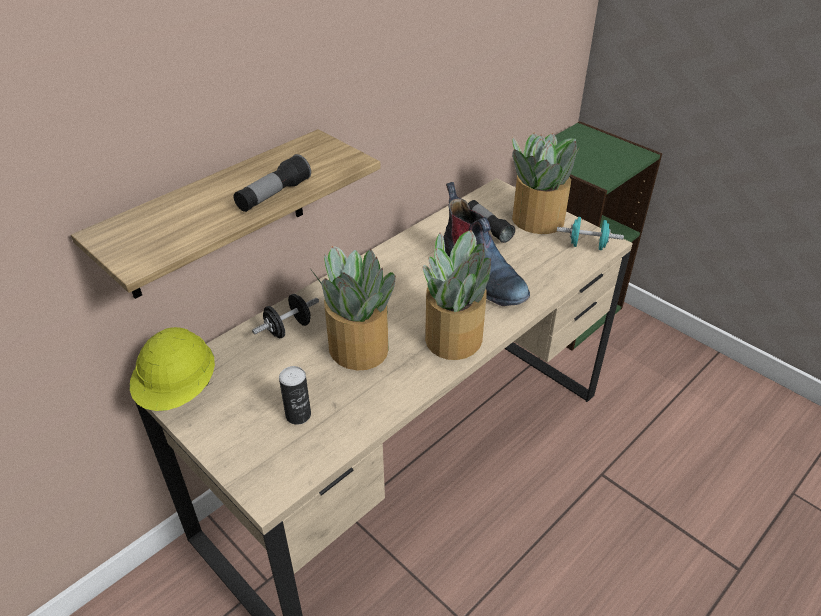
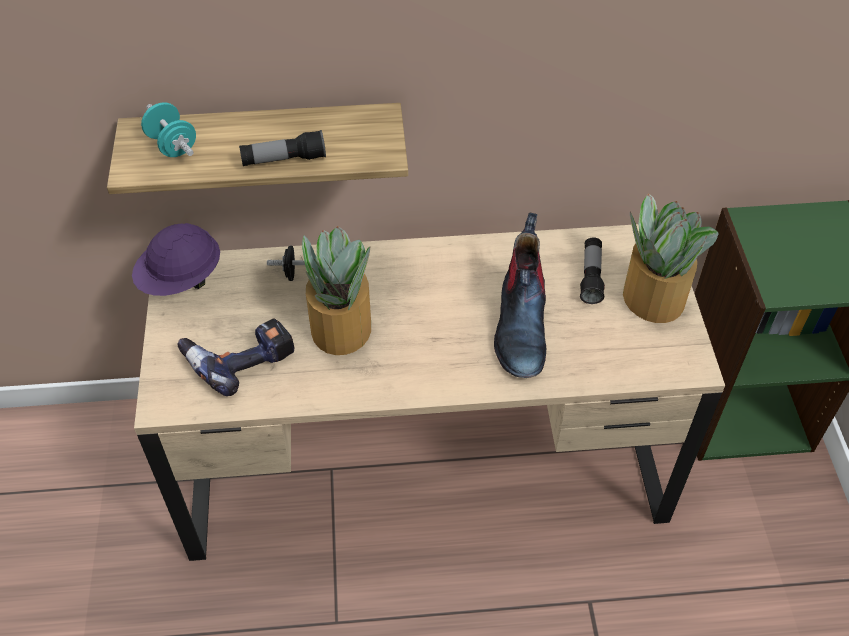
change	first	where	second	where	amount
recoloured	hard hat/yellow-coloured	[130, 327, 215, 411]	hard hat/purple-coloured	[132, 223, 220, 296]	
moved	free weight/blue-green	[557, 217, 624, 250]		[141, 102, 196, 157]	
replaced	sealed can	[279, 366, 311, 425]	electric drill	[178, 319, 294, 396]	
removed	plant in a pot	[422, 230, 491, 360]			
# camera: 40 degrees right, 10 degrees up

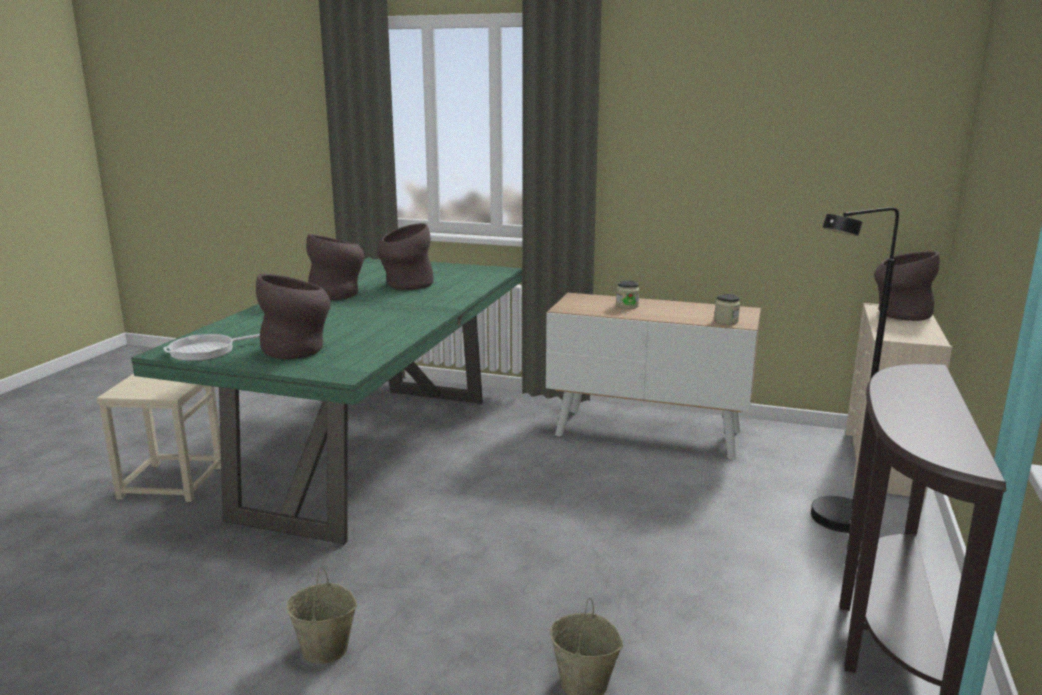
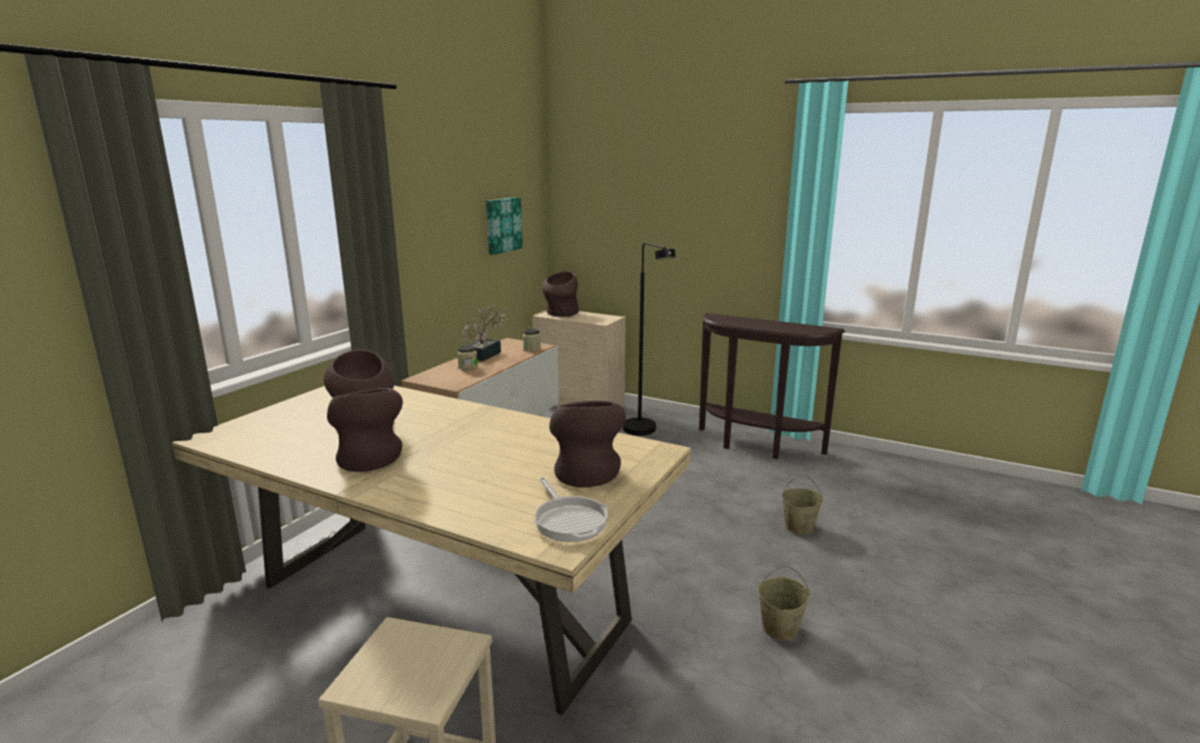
change	first	where	second	where	amount
recoloured	dinner table/green-coloured	[131, 257, 522, 545]	dinner table/beige	[172, 386, 691, 715]	
added			plant in a pot	[462, 305, 508, 361]	
added			wall picture	[486, 197, 523, 255]	
# camera: 80 degrees left, 0 degrees up

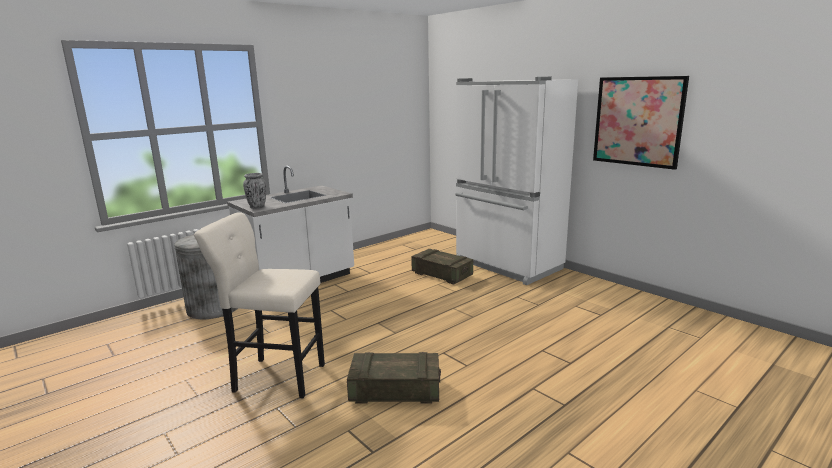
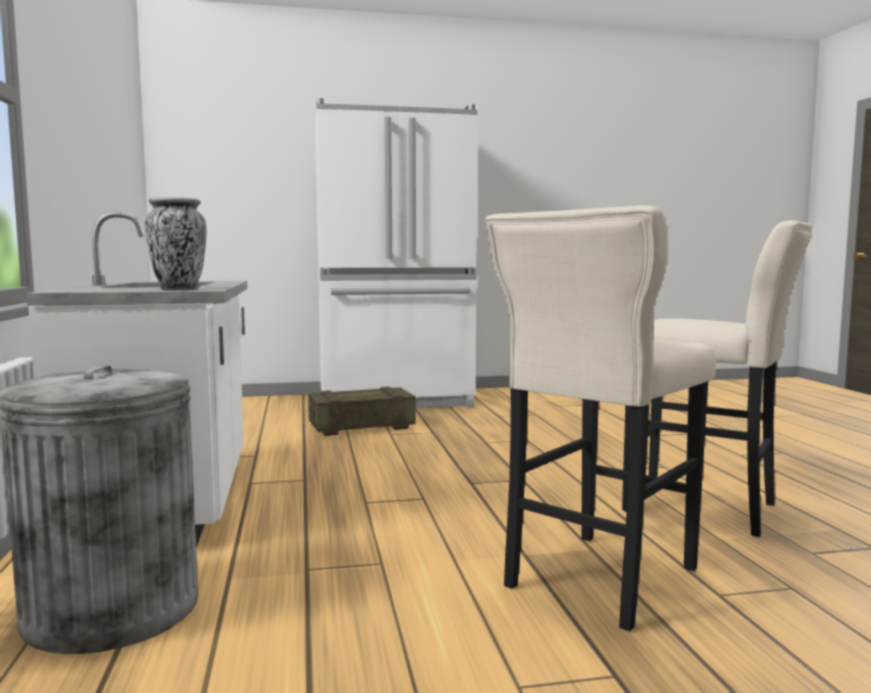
change	first	where	second	where	amount
replaced	packing crate	[347, 352, 441, 404]	sitting stool/beige	[622, 220, 813, 537]	
removed	wall picture	[593, 76, 689, 170]			
# camera: 60 degrees left, 10 degrees down

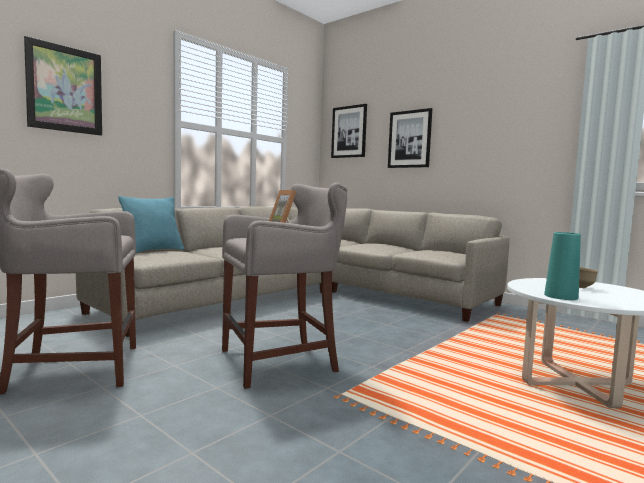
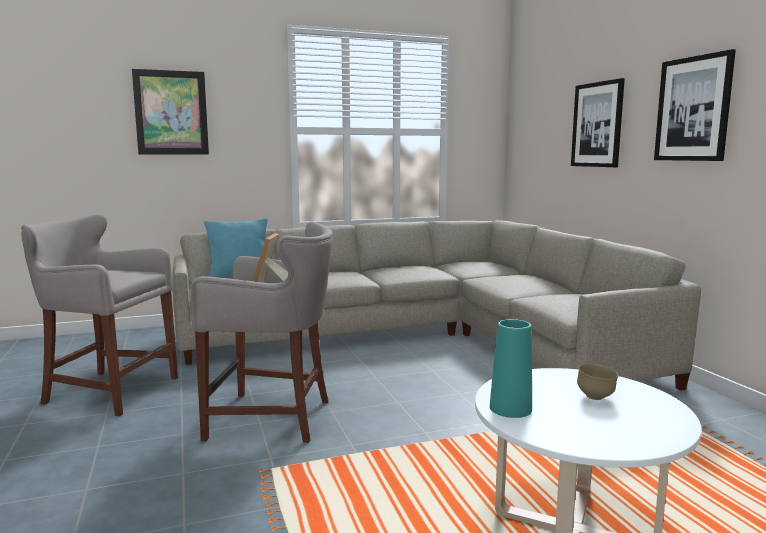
change	first	where	second	where	amount
moved	wall picture	[331, 104, 367, 158]		[654, 49, 736, 161]	
# camera: 30 degrees right, 5 degrees up

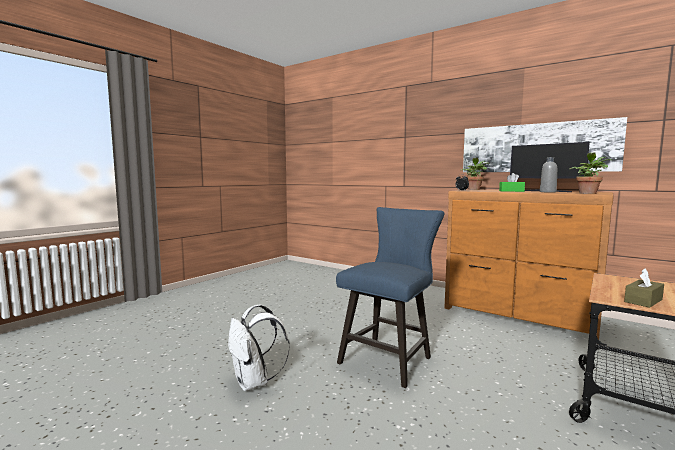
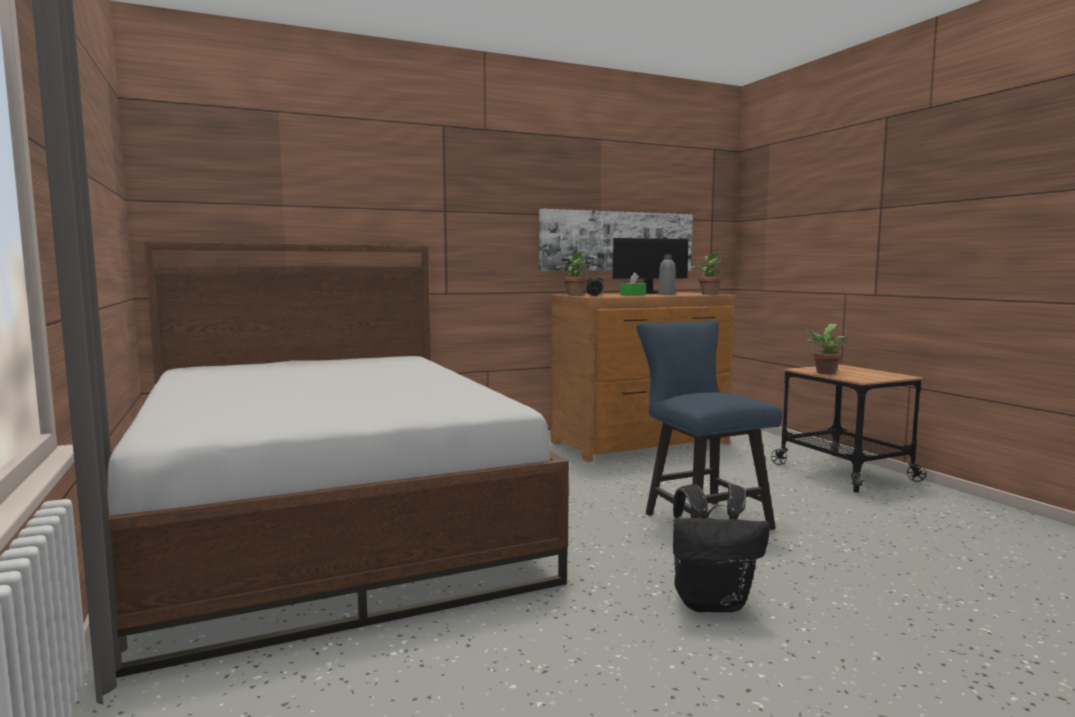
change	first	where	second	where	amount
added			bed	[107, 242, 569, 678]	
recoloured	rucksack/white-coloured	[228, 304, 290, 391]	rucksack/blackish	[673, 484, 770, 612]	
added			plant in a pot	[802, 324, 846, 374]	
removed	tissue box/brownish	[624, 269, 664, 308]			
# camera: 60 degrees left, 0 degrees up

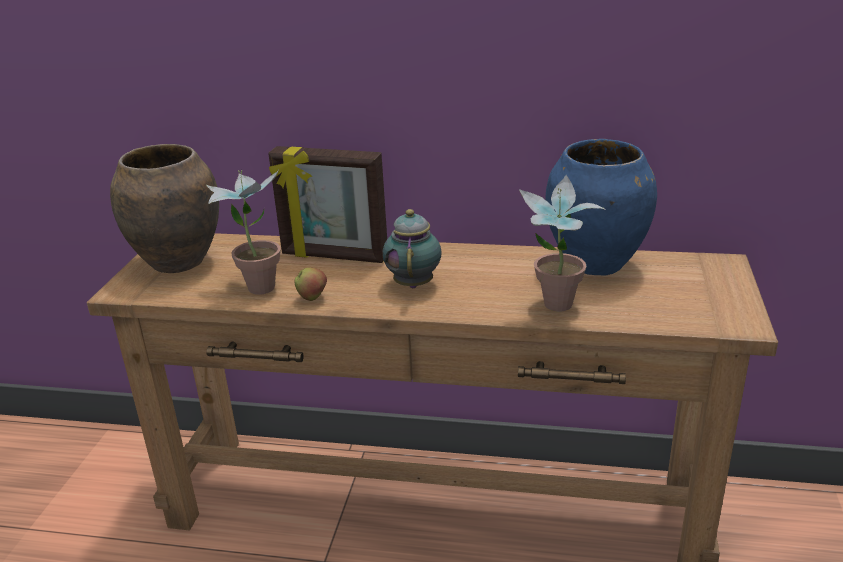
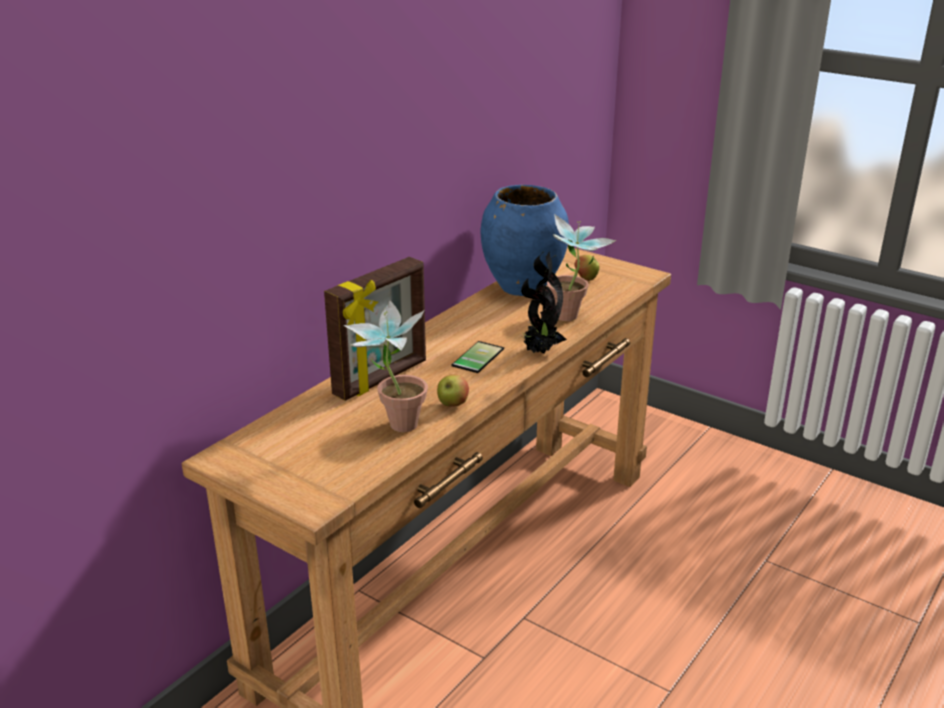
change	first	where	second	where	amount
replaced	teapot	[382, 209, 442, 288]	phone	[452, 341, 504, 373]	
added			plant in a pot	[521, 251, 567, 354]	
added			apple fruit	[574, 255, 600, 281]	
removed	decorative vase/brownish	[110, 144, 219, 273]			
# camera: 65 degrees left, 0 degrees up

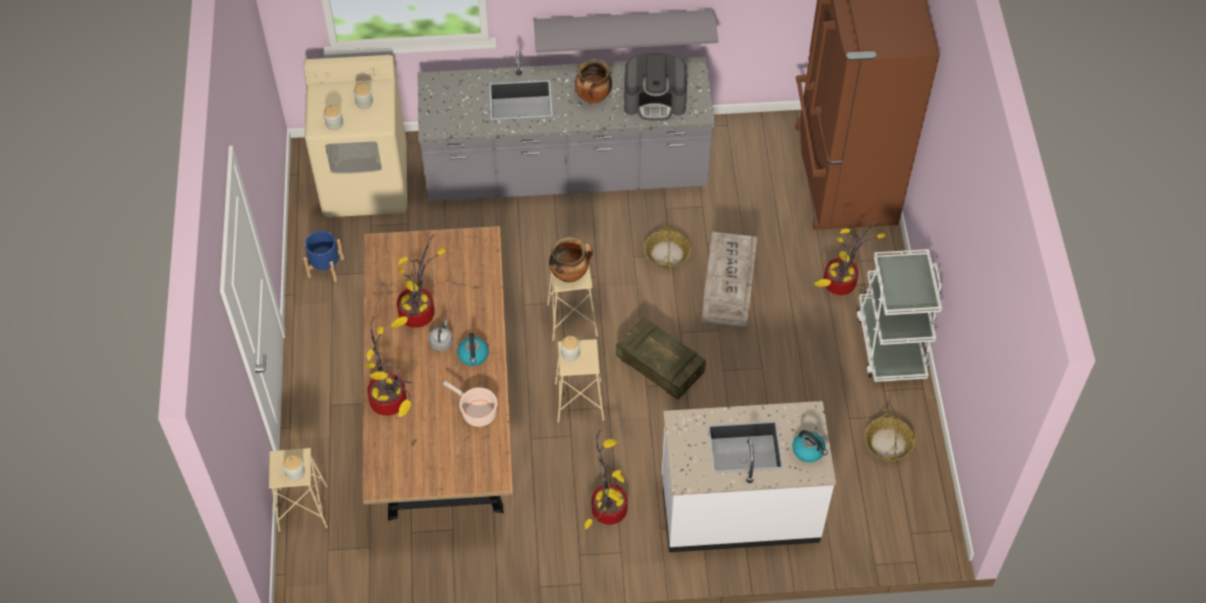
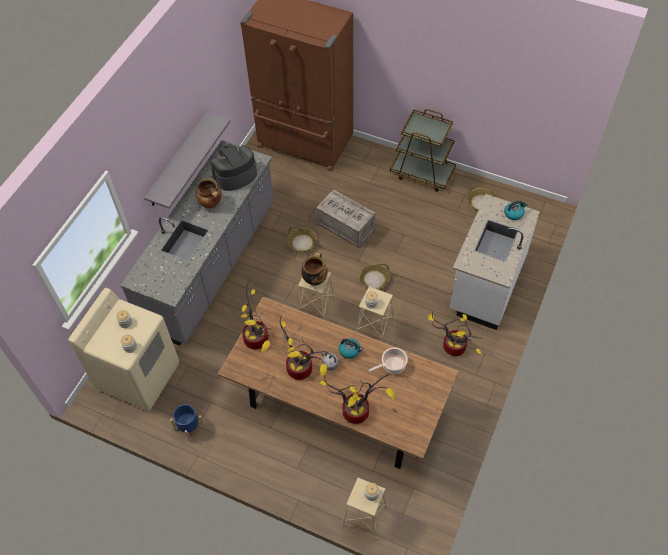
change	first	where	second	where	amount
turned	coffee machine	[624, 53, 687, 121]		[211, 144, 257, 191]	150 degrees counterclockwise
moved	plant in a pot	[814, 218, 886, 295]		[241, 282, 271, 352]	
replaced	packing crate	[616, 317, 706, 400]	storage basket	[359, 264, 390, 289]	
recoloured	cart/white-coloured	[857, 249, 942, 382]	cart/brownish	[390, 109, 456, 192]	
# camera: 60 degrees left, 0 degrees up

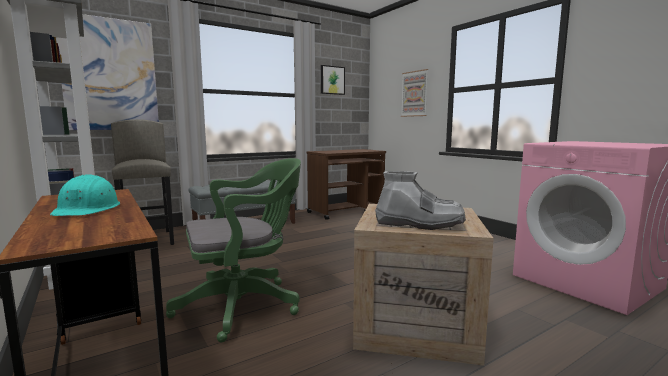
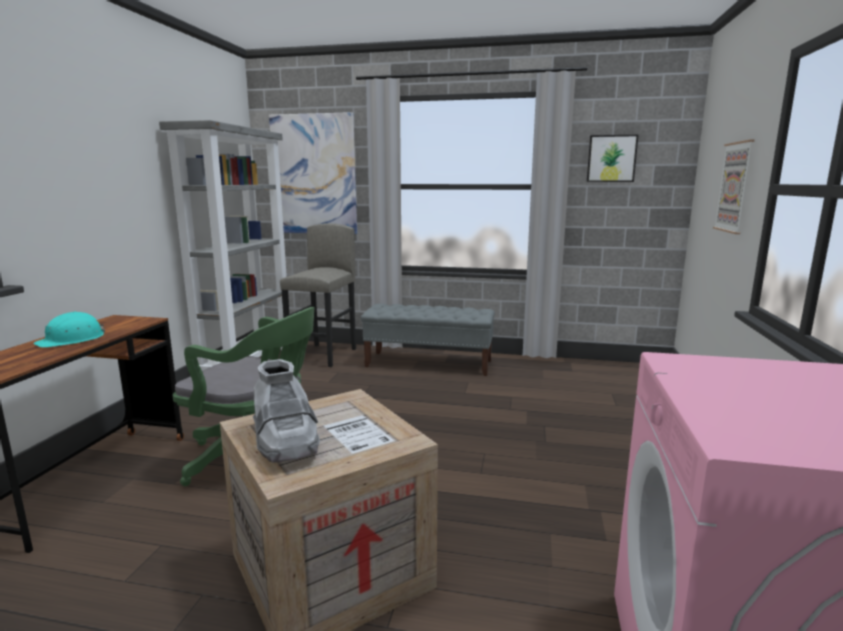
change	first	where	second	where	amount
removed	cart/brownish	[307, 149, 386, 220]			
# camera: 45 degrees right, 5 degrees up

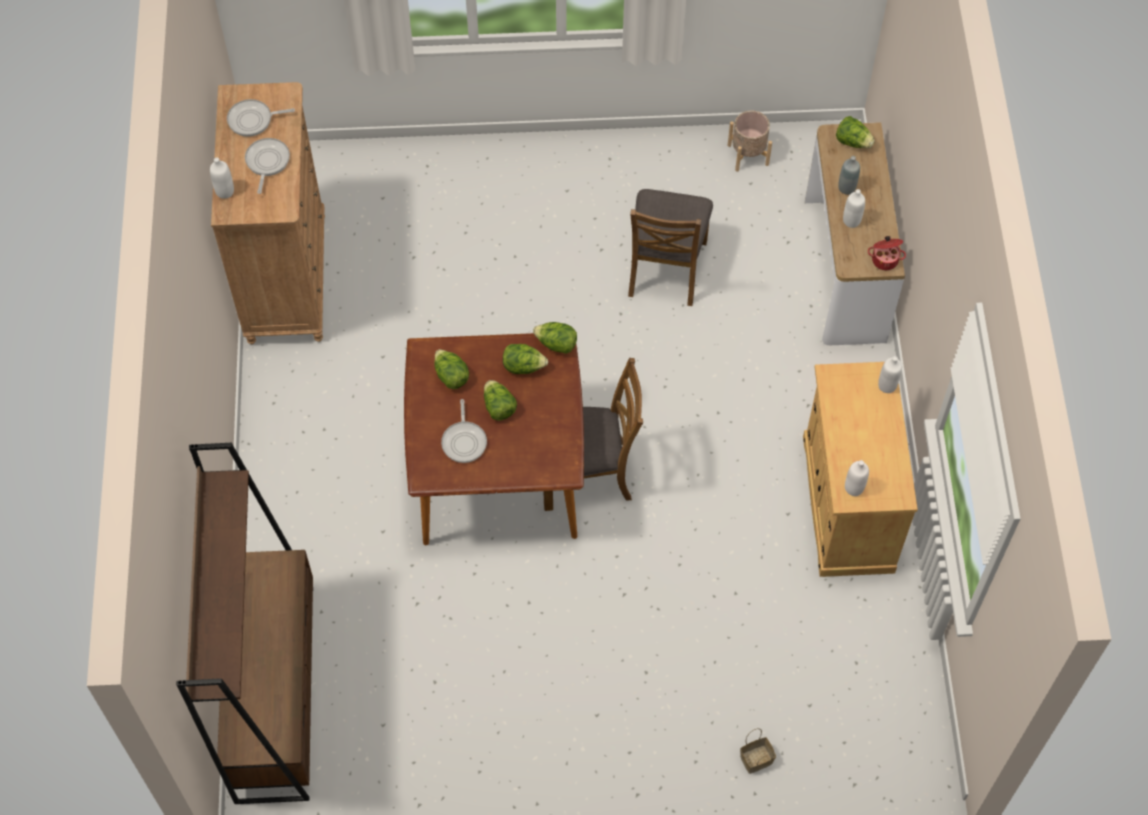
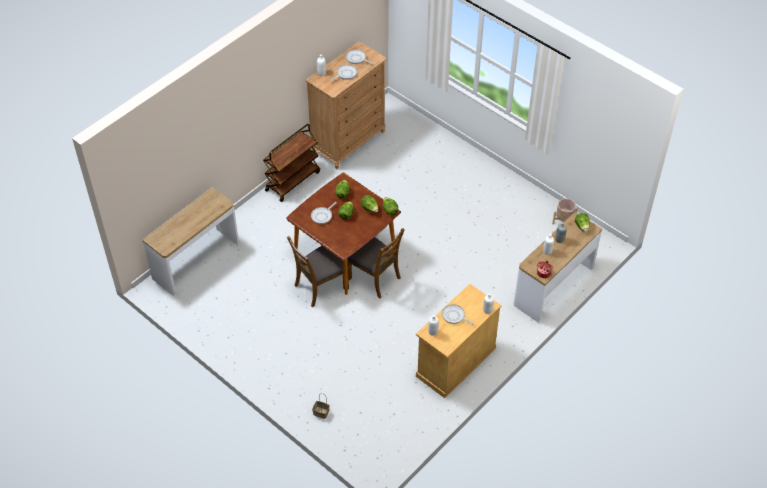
change	first	where	second	where	amount
replaced	shelving unit/brownish	[176, 443, 313, 804]	narrow table	[143, 187, 239, 295]	
added			cart/brownish	[263, 124, 320, 202]	
moved	plain chair/brownish	[628, 189, 713, 306]		[287, 236, 349, 307]	
added			skillet	[442, 304, 474, 325]	
# camera: 45 degrees right, 10 degrees down

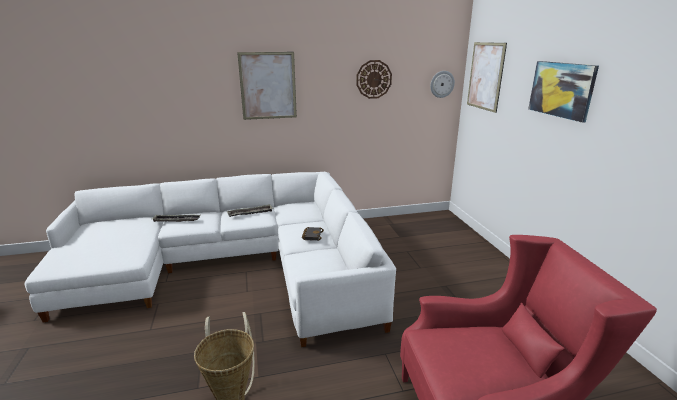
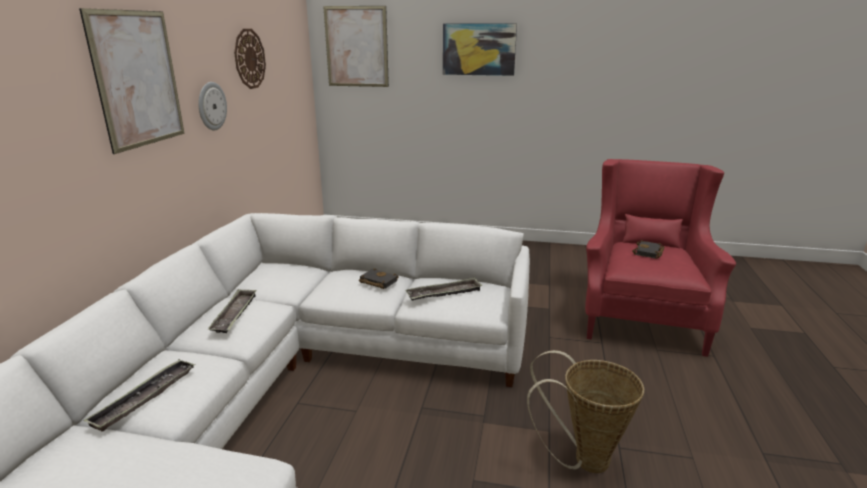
change	first	where	second	where	amount
moved	clock on the wall	[430, 71, 455, 98]		[199, 82, 227, 130]	
added			tray	[405, 277, 483, 301]	
added			volume/blackish	[632, 240, 664, 259]	
# camera: 65 degrees left, 0 degrees up

